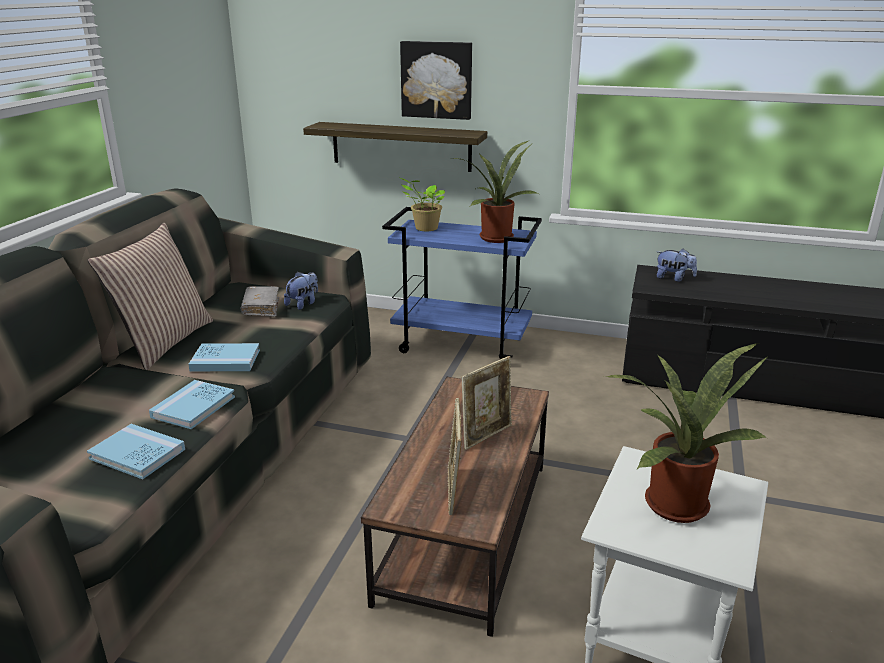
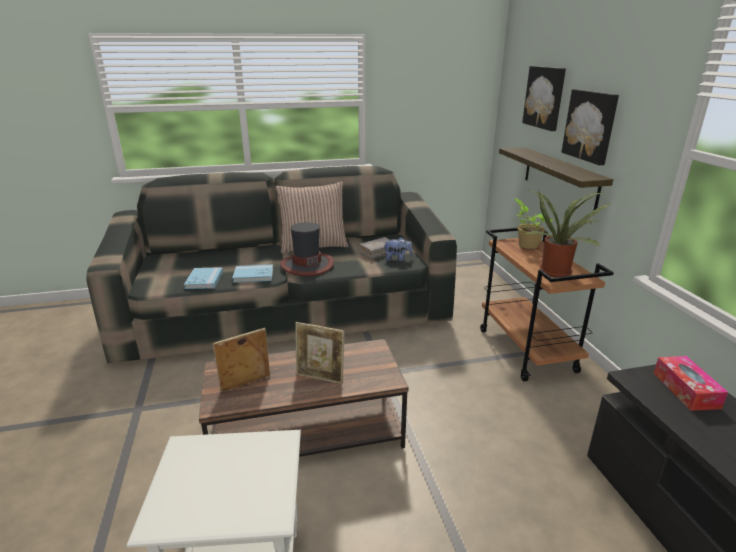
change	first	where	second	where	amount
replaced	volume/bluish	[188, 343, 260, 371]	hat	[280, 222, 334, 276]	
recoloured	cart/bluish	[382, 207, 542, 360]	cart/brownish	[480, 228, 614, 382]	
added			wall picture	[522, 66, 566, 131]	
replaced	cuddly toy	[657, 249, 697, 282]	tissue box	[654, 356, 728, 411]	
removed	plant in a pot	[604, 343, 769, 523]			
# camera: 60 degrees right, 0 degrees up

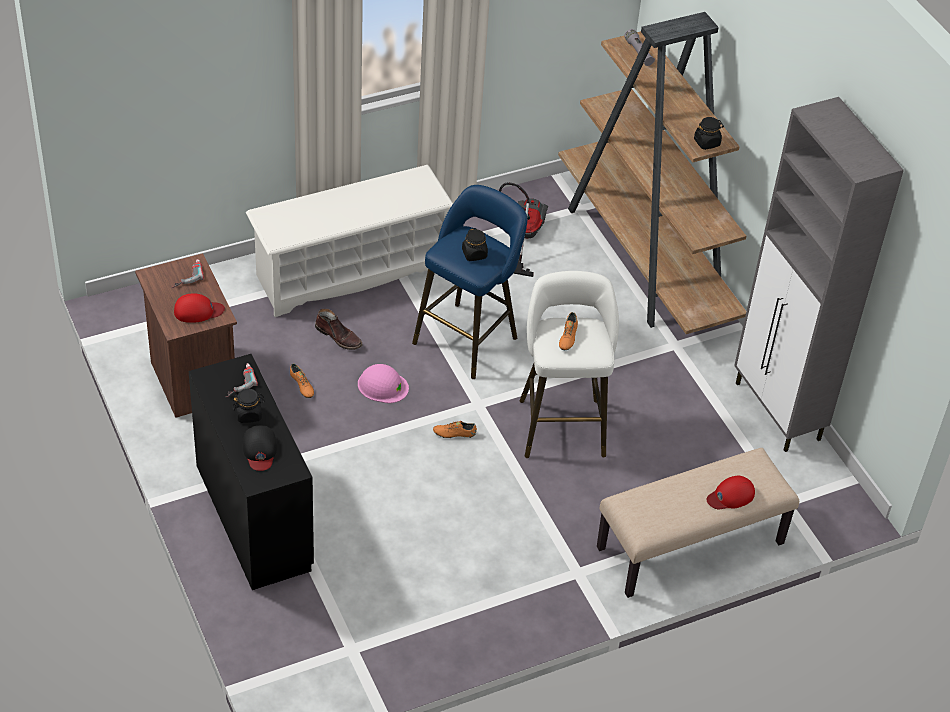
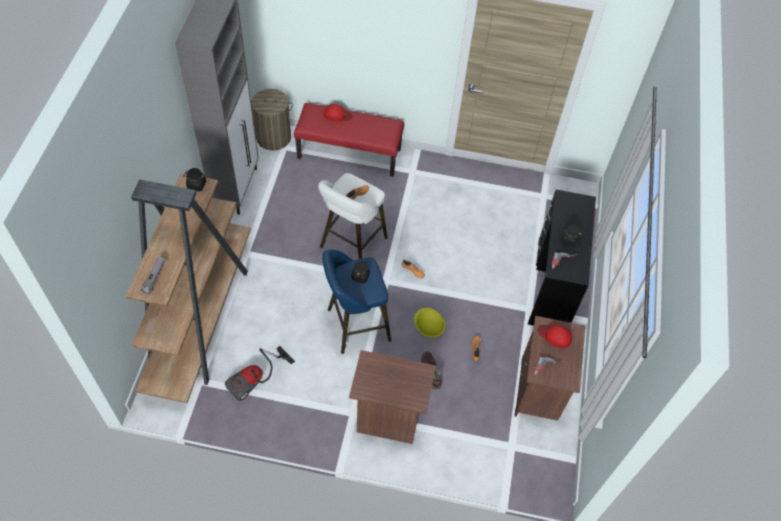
change	first	where	second	where	amount
added			hamper	[251, 89, 293, 151]	
recoloured	indoor bench/beige	[597, 448, 799, 598]	indoor bench/red-coloured	[294, 103, 404, 177]	
replaced	shoe shelf/white-coloured	[246, 165, 453, 317]	bedside table/brownish	[349, 350, 436, 444]	
recoloured	hard hat/pinkish	[358, 364, 409, 403]	hard hat/yellow-coloured	[414, 308, 445, 338]	
removed	baseball cap/blackish	[243, 425, 277, 471]			
# camera: 145 degrees left, 10 degrees up

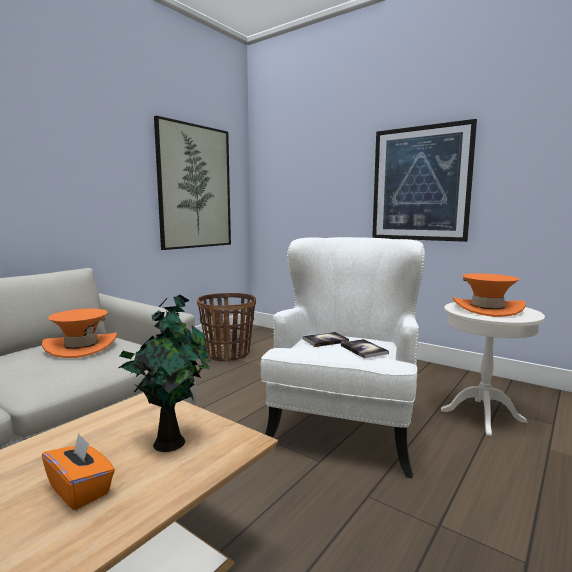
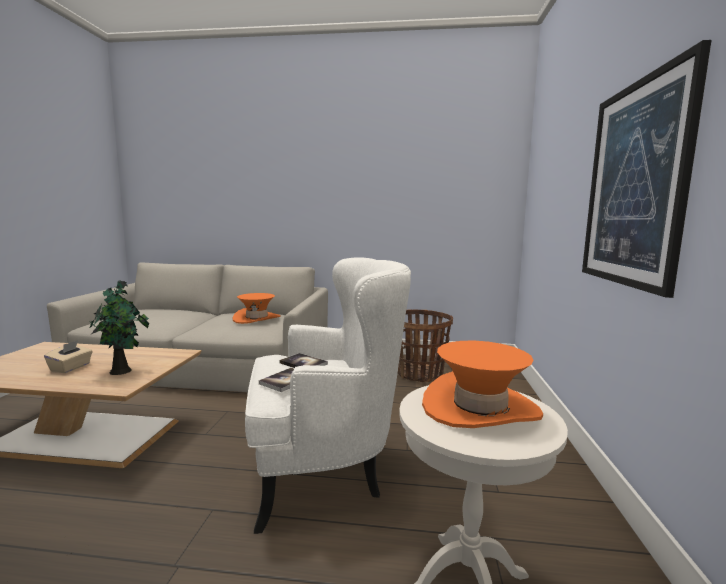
change	first	where	second	where	amount
recoloured	tissue box/orange-coloured	[42, 433, 115, 510]	tissue box/beige	[44, 340, 93, 373]	
removed	wall picture	[154, 116, 231, 250]			
# camera: 60 degrees right, 0 degrees up

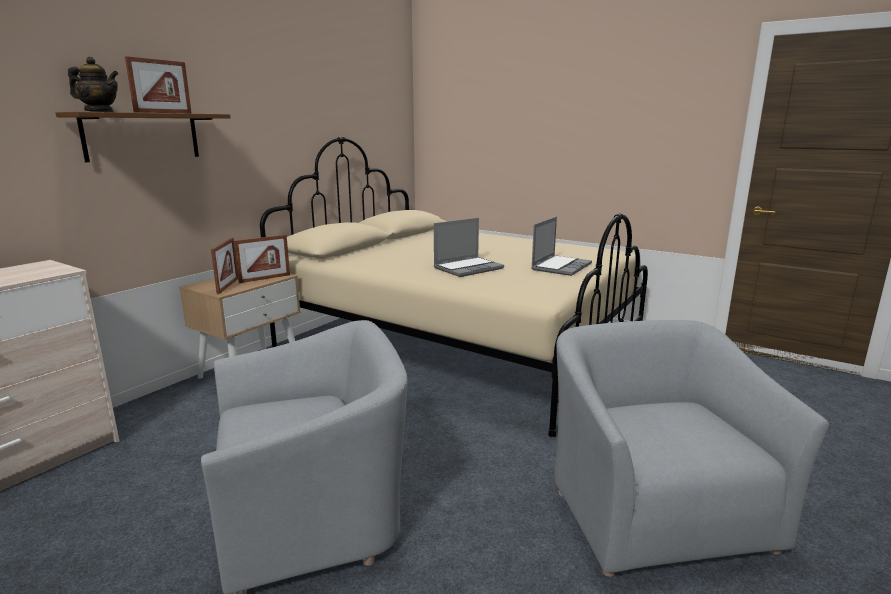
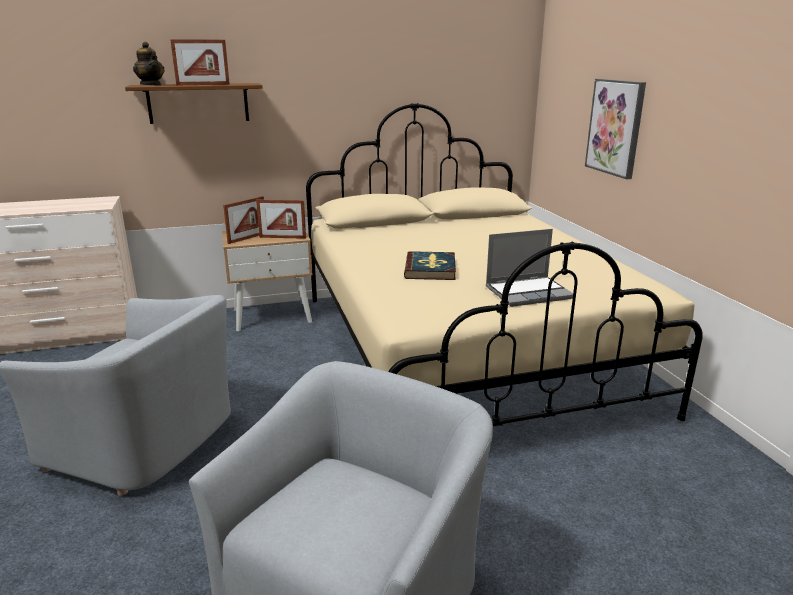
change	first	where	second	where	amount
replaced	notebook computer	[434, 218, 504, 277]	volume	[404, 251, 456, 280]	
added			wall picture	[585, 79, 646, 179]	
# camera: 40 degrees right, 5 degrees up

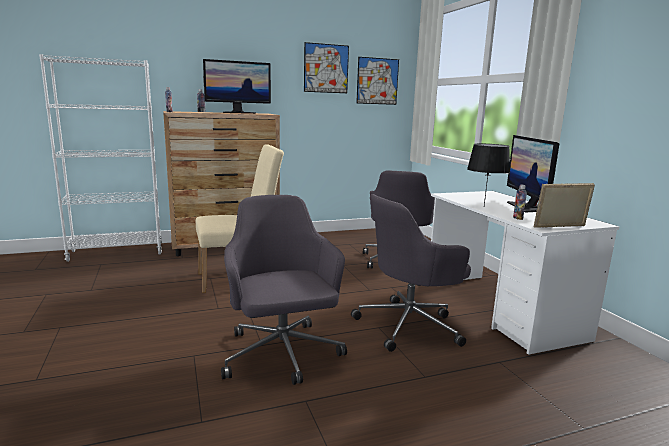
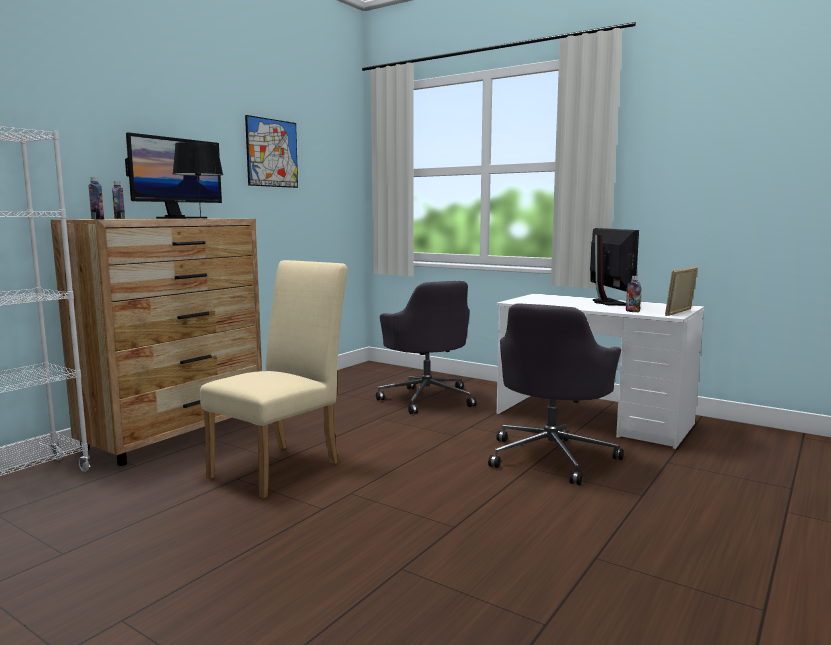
change	first	where	second	where	amount
moved	lamp for a table/blackish	[467, 144, 510, 206]		[172, 142, 223, 219]	
turned	monitor	[507, 135, 559, 213]		[590, 228, 639, 306]	150 degrees counterclockwise
removed	office chair/grey	[221, 195, 347, 385]			
removed	wall picture	[356, 57, 399, 105]			
# camera: 35 degrees left, 5 degrees down

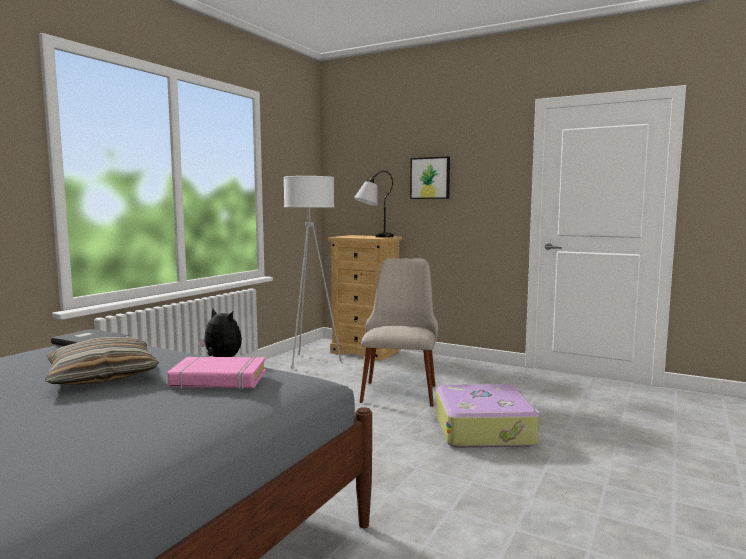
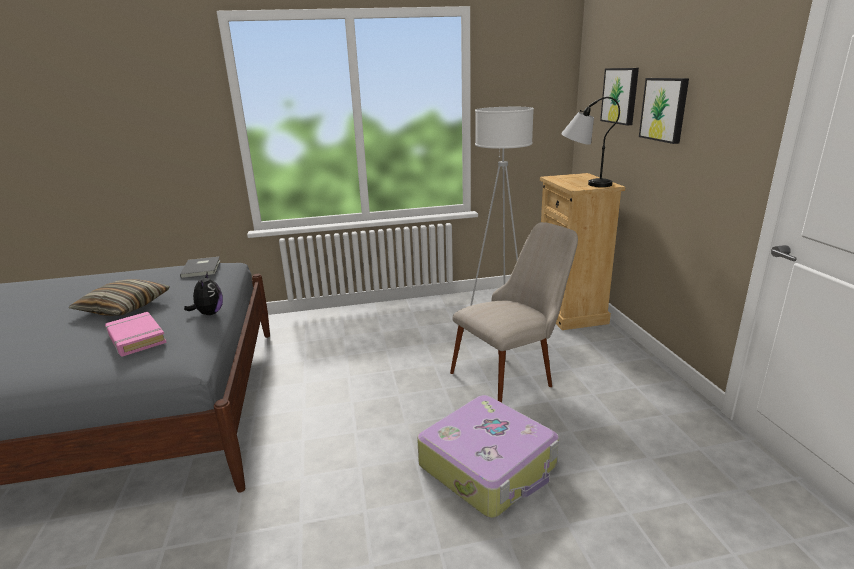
change	first	where	second	where	amount
added			wall picture	[600, 68, 639, 125]	
# camera: 50 degrees right, 15 degrees up

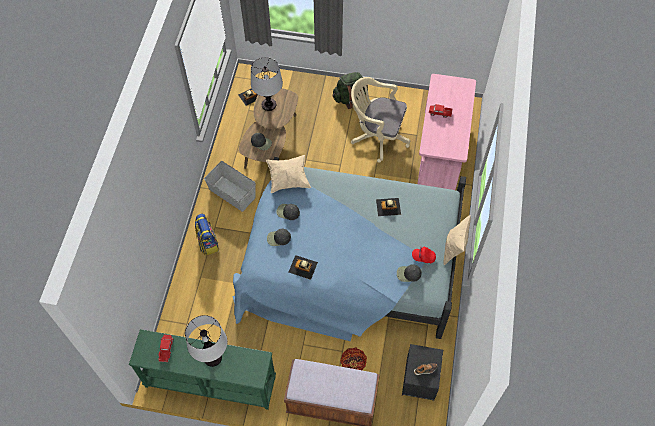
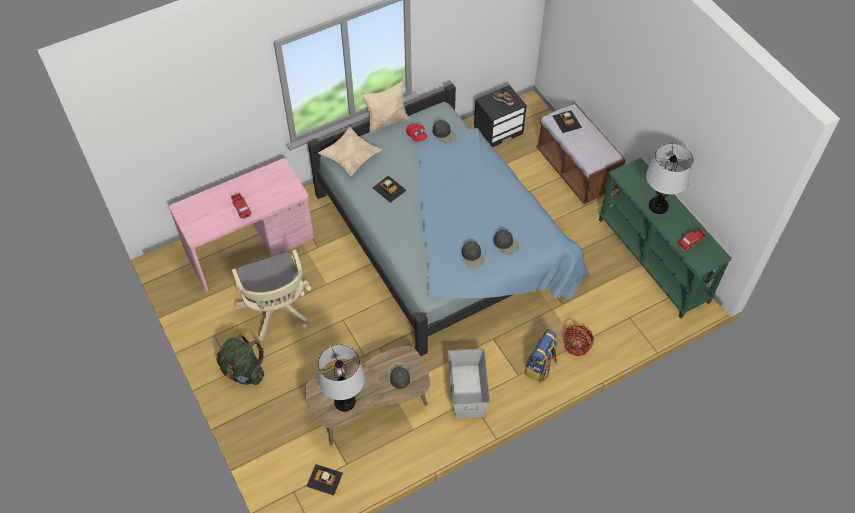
change	first	where	second	where	amount
moved	cushion/beige	[266, 155, 311, 193]		[318, 127, 383, 176]	
moved	miniature car	[288, 255, 318, 280]		[553, 110, 582, 133]	
moved	storage basket	[340, 347, 367, 370]		[563, 325, 594, 356]	
# camera: 130 degrees left, 5 degrees down

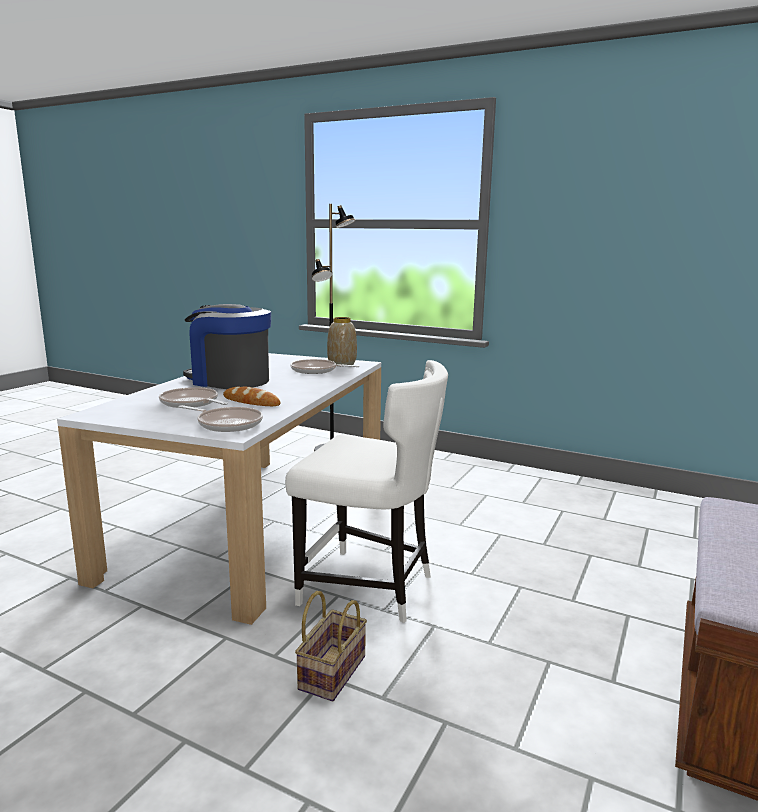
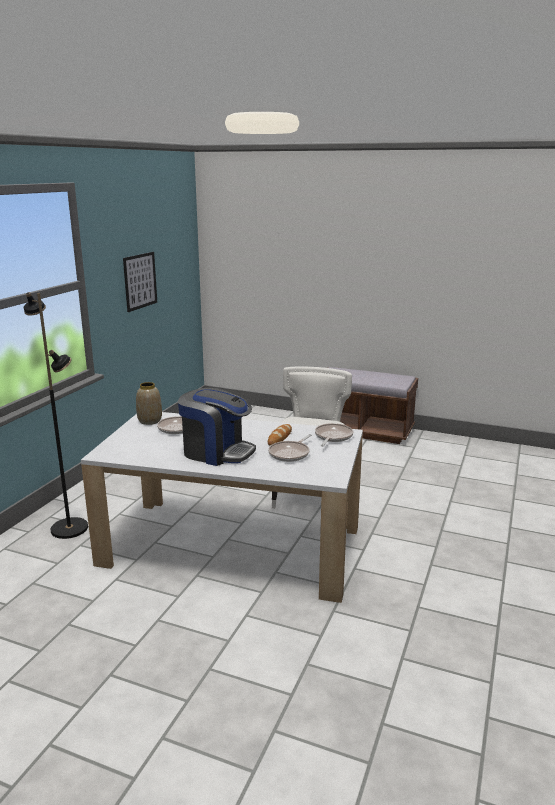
change	first	where	second	where	amount
added			wall picture	[123, 252, 157, 312]	
turned	coffee machine	[183, 304, 271, 389]		[178, 387, 256, 466]	90 degrees counterclockwise
removed	storage basket	[295, 591, 367, 701]			
# camera: 95 degrees left, 5 degrees up

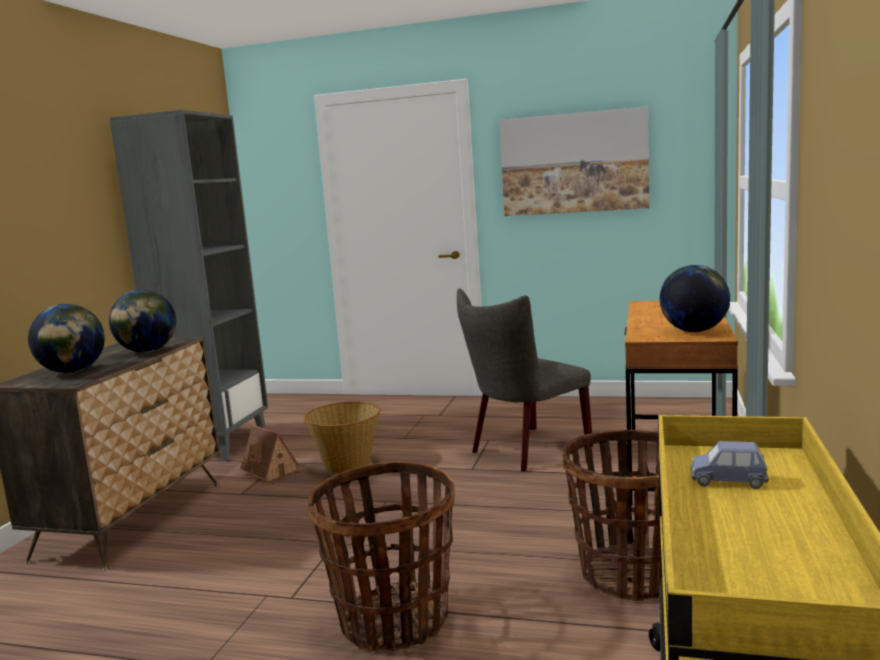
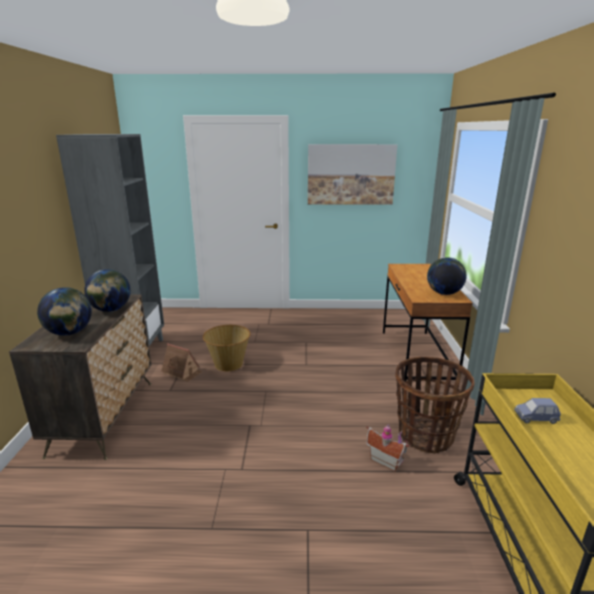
change	first	where	second	where	amount
added			model house	[366, 424, 410, 471]	
removed	storage basket	[308, 461, 455, 651]			
removed	plain chair/grey	[457, 288, 593, 471]			
# camera: 15 degrees left, 10 degrees up

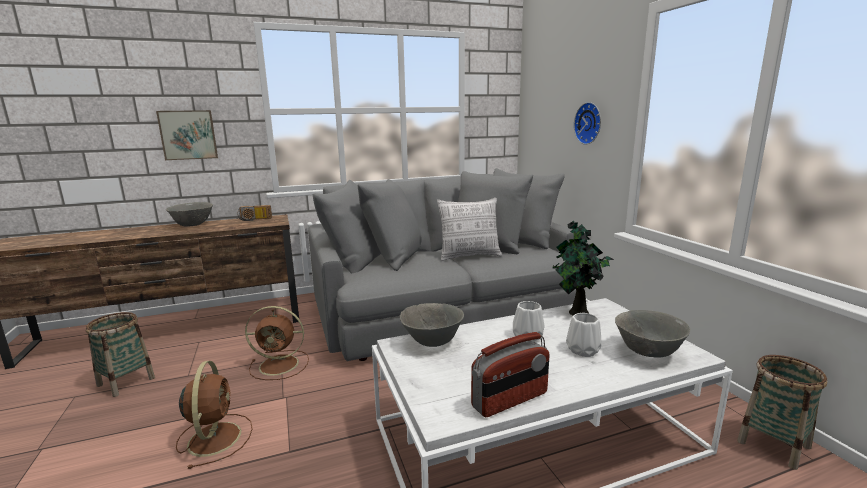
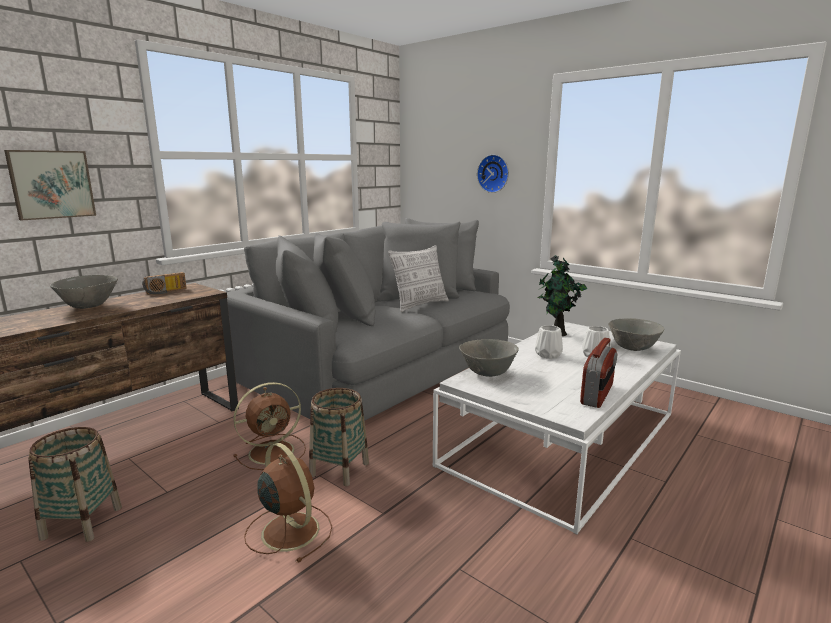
change	first	where	second	where	amount
moved	storage basket	[737, 355, 828, 470]		[309, 388, 369, 486]	
# camera: 30 degrees left, 0 degrees up

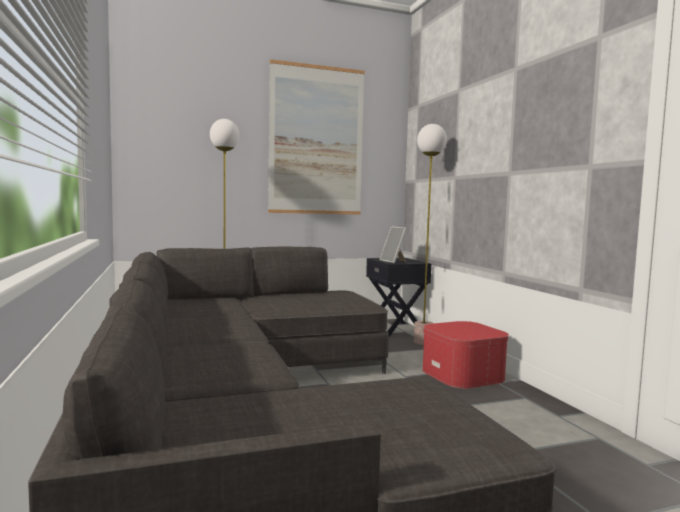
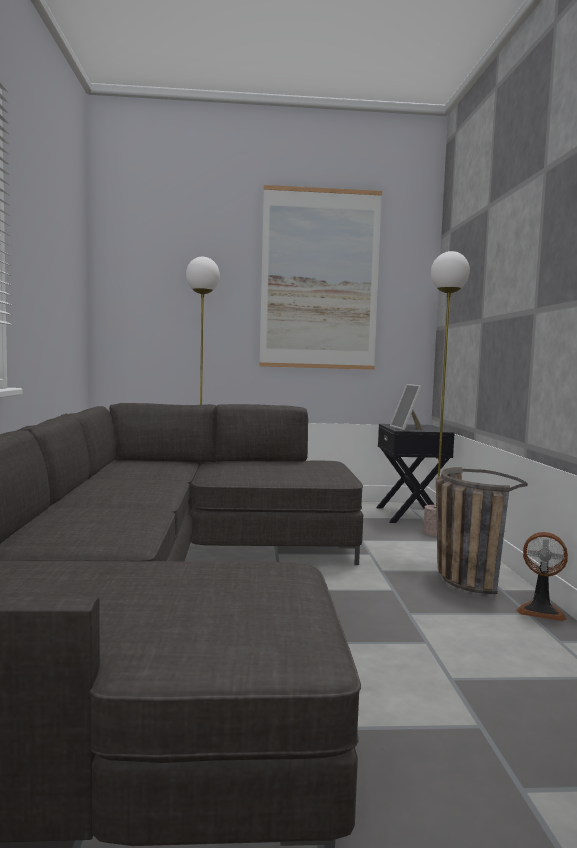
change	first	where	second	where	amount
replaced	pouffe	[422, 321, 509, 388]	storage basket	[436, 467, 528, 594]	
added			electric fan	[516, 532, 568, 621]	
# camera: 15 degrees right, 0 degrees up

